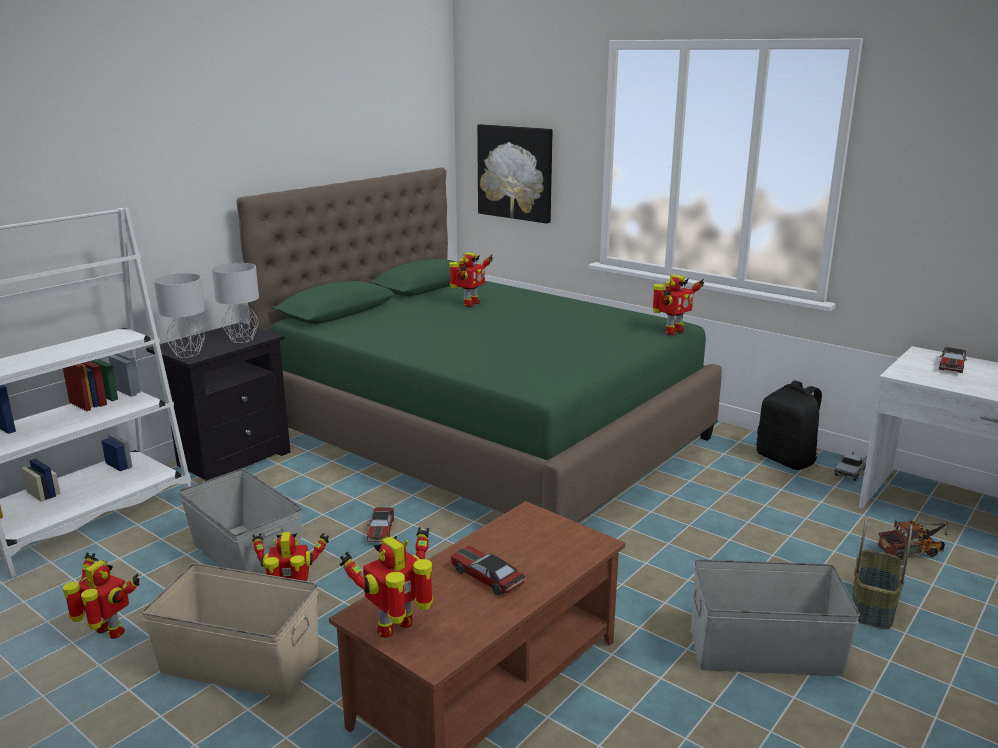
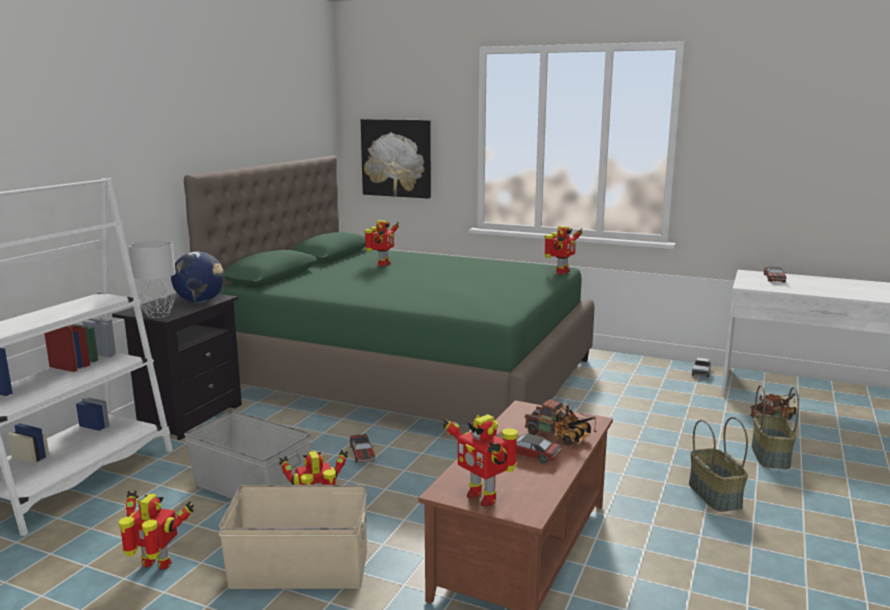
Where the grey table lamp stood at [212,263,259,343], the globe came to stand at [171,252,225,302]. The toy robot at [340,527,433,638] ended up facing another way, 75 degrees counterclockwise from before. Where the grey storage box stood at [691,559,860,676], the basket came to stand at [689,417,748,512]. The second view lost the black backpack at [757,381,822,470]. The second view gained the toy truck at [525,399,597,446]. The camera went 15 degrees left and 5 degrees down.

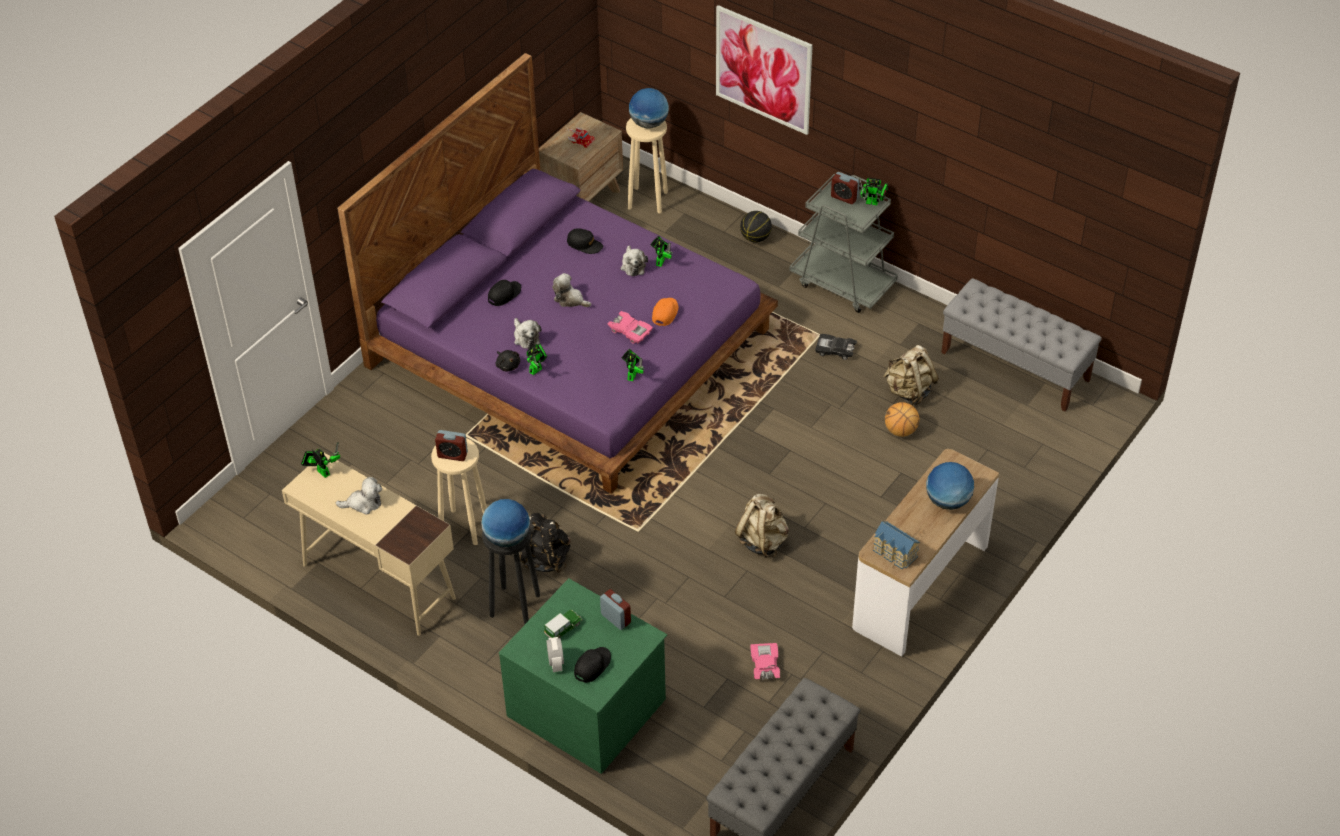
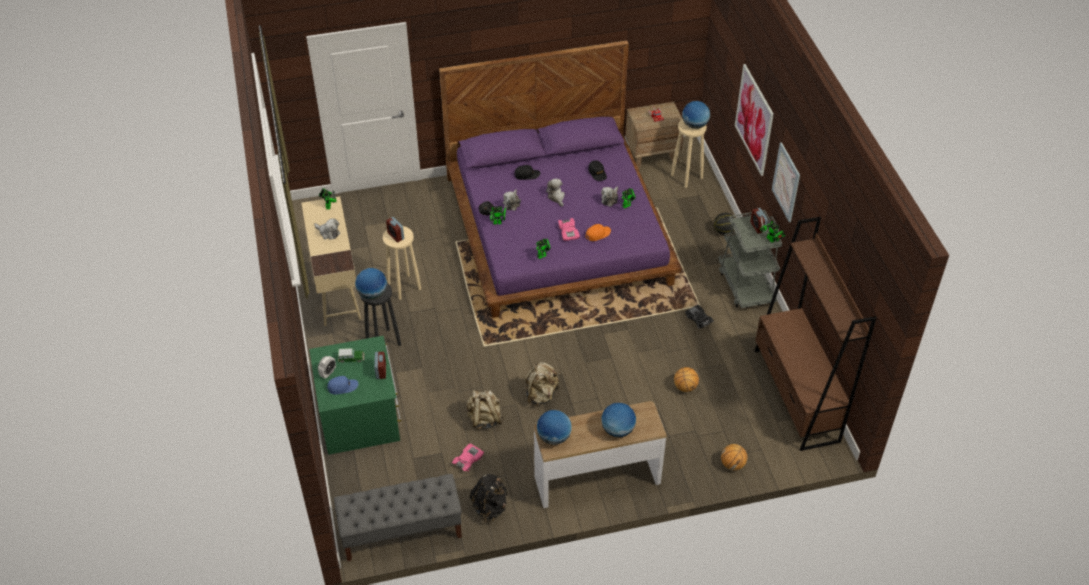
The black backpack ended up elsewhere, having gone from [520,513,571,573] to [469,474,507,522]. What was the black cap at [574,647,611,683] turned into the blue cap at [327,376,358,395]. Where the toy house stood at [873,521,920,569], the globe came to stand at [537,410,572,445]. The beige backpack ended up elsewhere, having gone from [883,345,939,406] to [466,390,504,430]. Where the grey bench stood at [941,278,1102,412], the brown bookcase came to stand at [755,217,876,451]. The second view gained the basketball at [721,444,747,470]. The second view gained the picture at [772,142,800,222]. The camera went 40 degrees right and 0 degrees up.

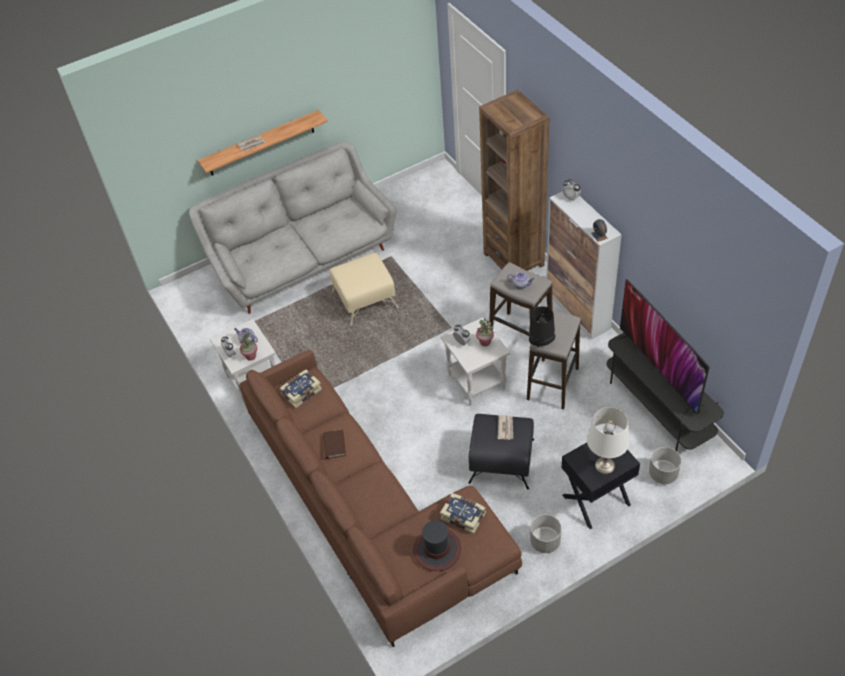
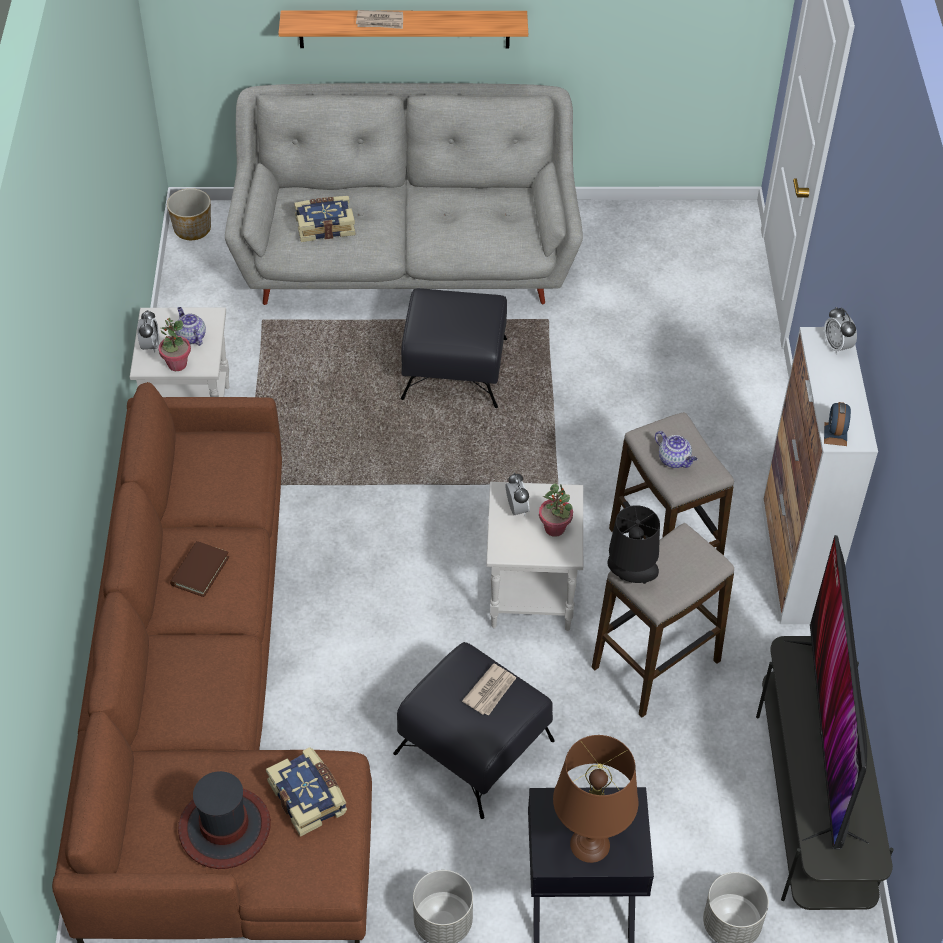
The book ended up elsewhere, having gone from [280,369,322,408] to [294,196,356,242]. What was the beige ottoman at [329,253,399,326] turned into the black ottoman at [401,288,507,408]. The second view lost the brown bookcase at [479,90,549,271]. What was the white table lamp at [587,407,630,474] turned into the brown table lamp at [553,735,638,863]. The second view gained the planter at [167,188,211,240]. The camera went 25 degrees right and 0 degrees up.

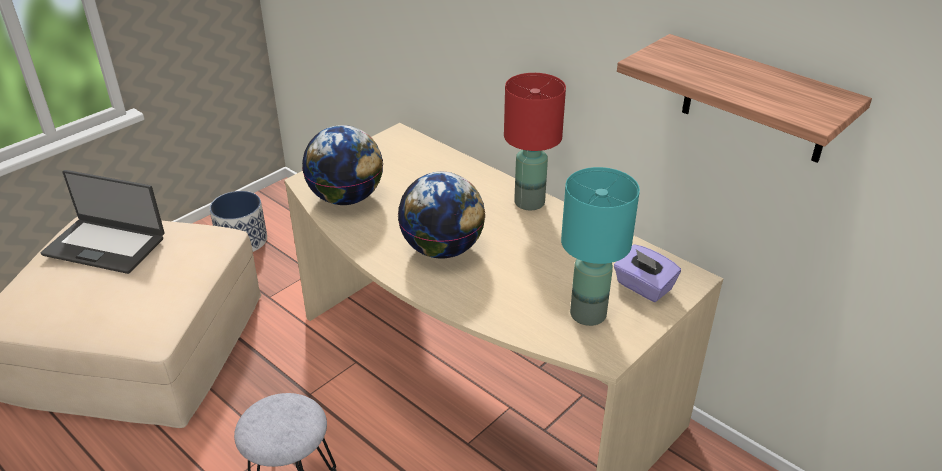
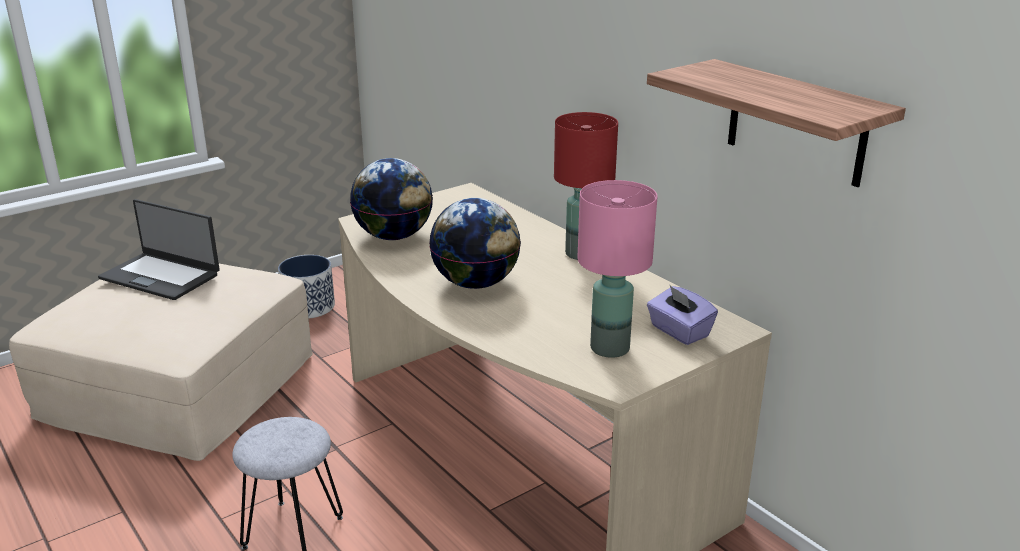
What was the turquoise table lamp at [561,167,640,326] turned into the pink table lamp at [577,180,657,358]. The camera went 10 degrees right and 10 degrees down.

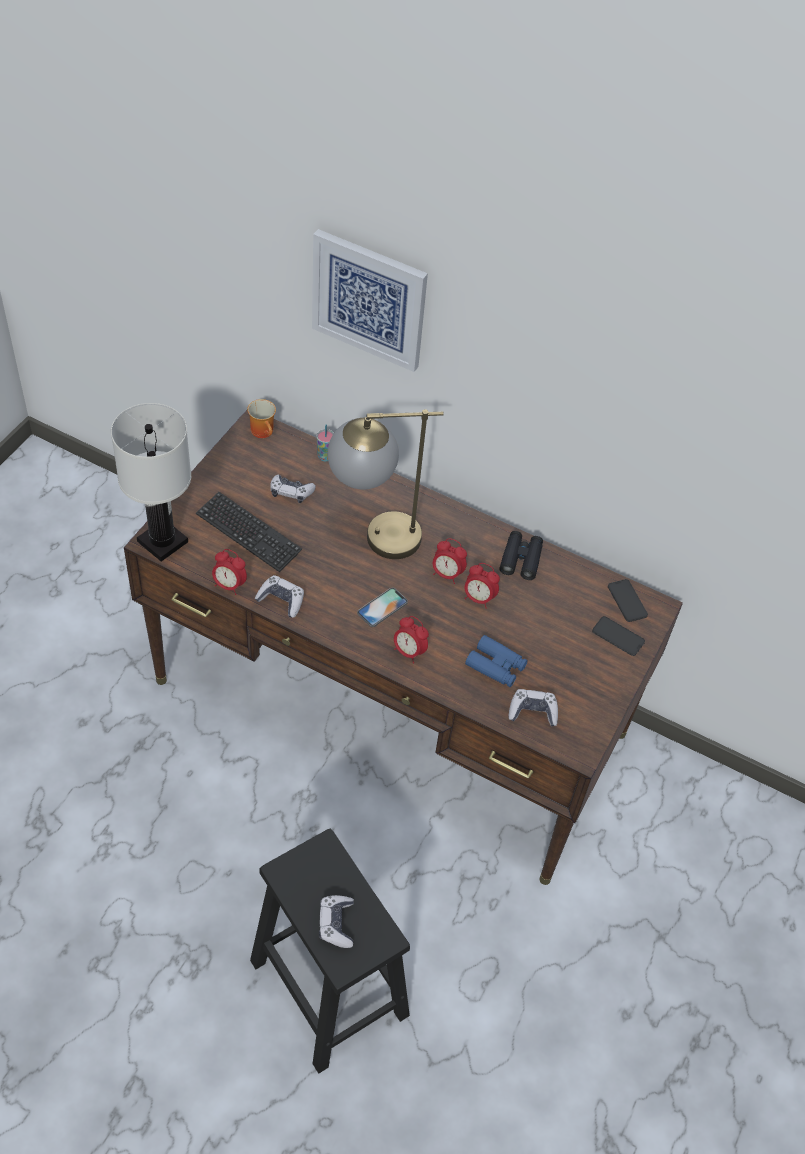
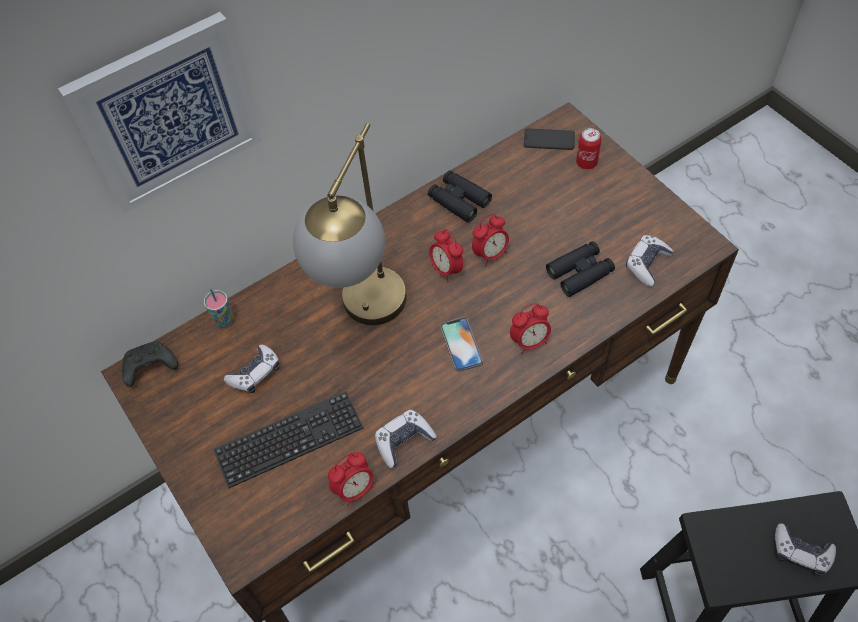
The second view lost the white table lamp at [111,403,191,562]. Where the mug stood at [247,399,276,438], the black game controller came to stand at [122,341,178,387]. The alarm clock at [433,538,467,584] ended up facing another way, 90 degrees clockwise from before. What was the blue binoculars at [465,635,528,687] turned into the black binoculars at [546,241,615,297]. Where the phone stood at [592,616,645,656], the can came to stand at [576,128,602,170]. The camera went 55 degrees left and 5 degrees up.

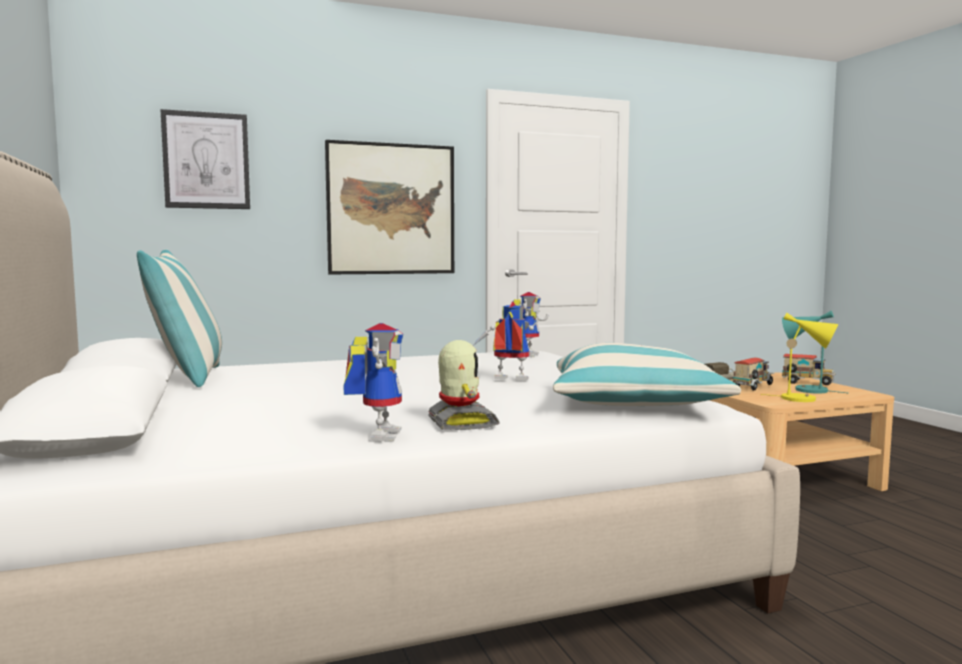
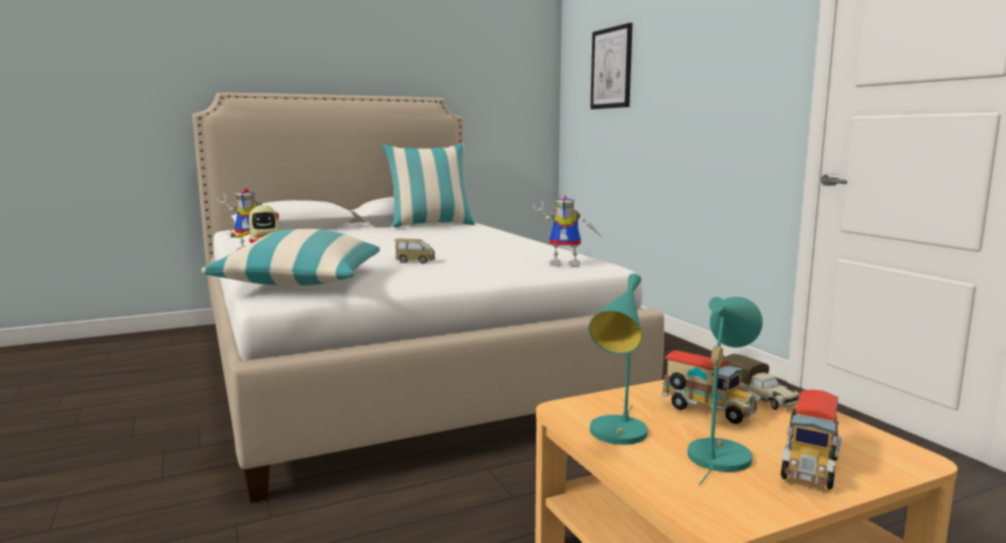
The second view lost the picture at [325,140,454,274]. Where the toy robot stood at [473,301,549,381], the toy car came to stand at [394,239,436,264]. What was the yellow table lamp at [761,313,838,402] turned into the turquoise table lamp at [589,273,648,445]. The camera went 85 degrees right and 5 degrees up.

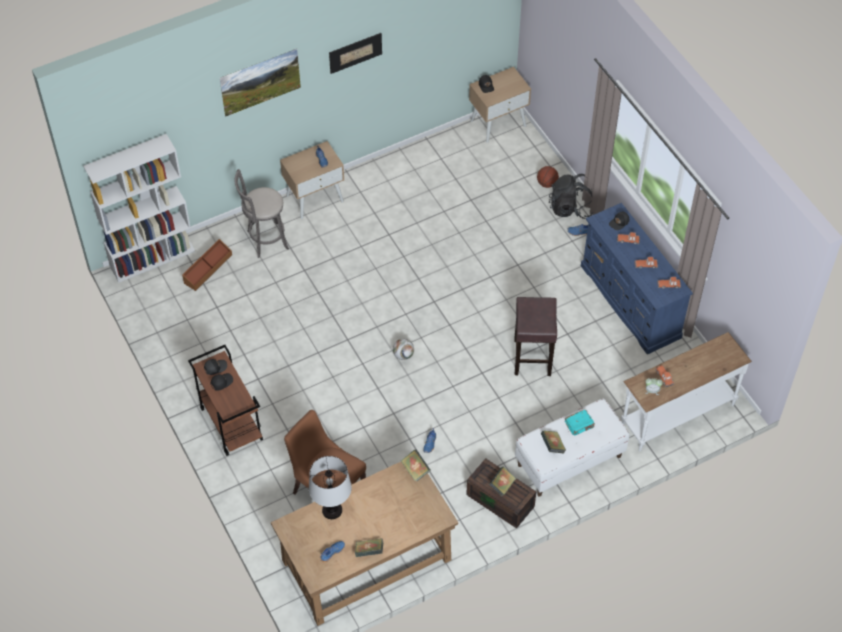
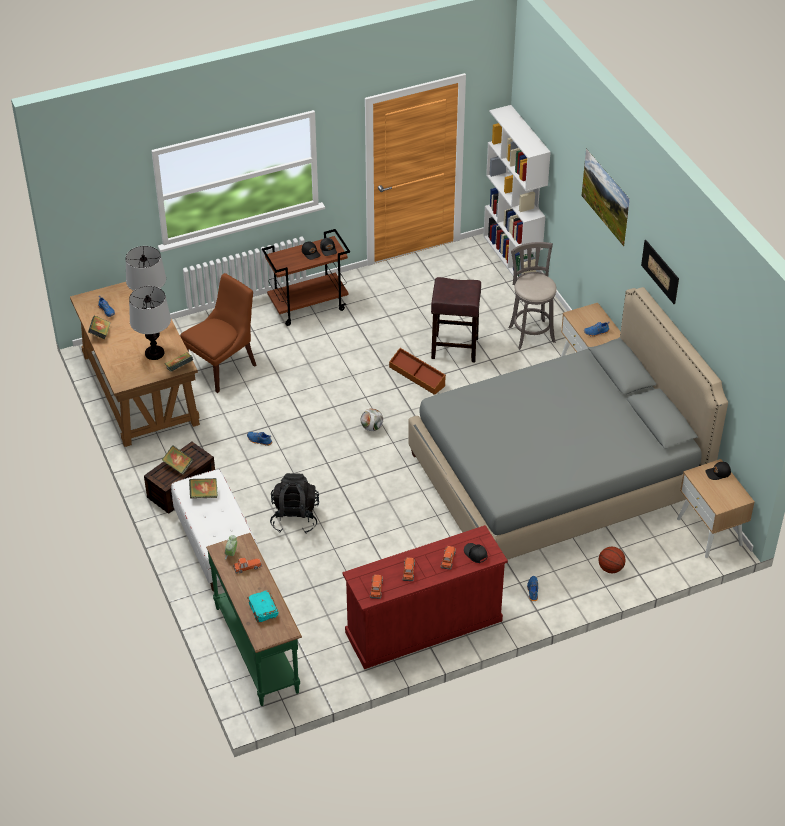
The brown storage box ended up elsewhere, having gone from [182,239,232,291] to [389,348,446,395]. The brown stool ended up elsewhere, having gone from [514,297,557,376] to [431,277,481,362]. The black backpack ended up elsewhere, having gone from [549,174,594,219] to [270,473,319,534]. The turquoise book ended up elsewhere, having gone from [565,410,595,436] to [247,590,279,623]. What was the blue dresser at [581,203,693,355] turned into the red dresser at [342,525,508,669]. What was the white console table at [621,332,752,451] turned into the green console table at [206,533,302,706]. The second view gained the table lamp at [129,286,171,360]. The second view gained the grey bed at [408,287,728,560]. The camera went 95 degrees right and 10 degrees down.

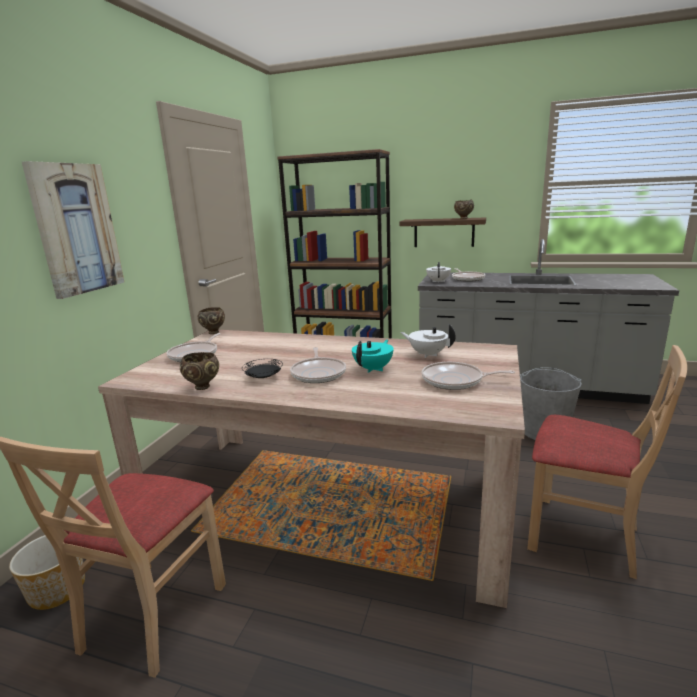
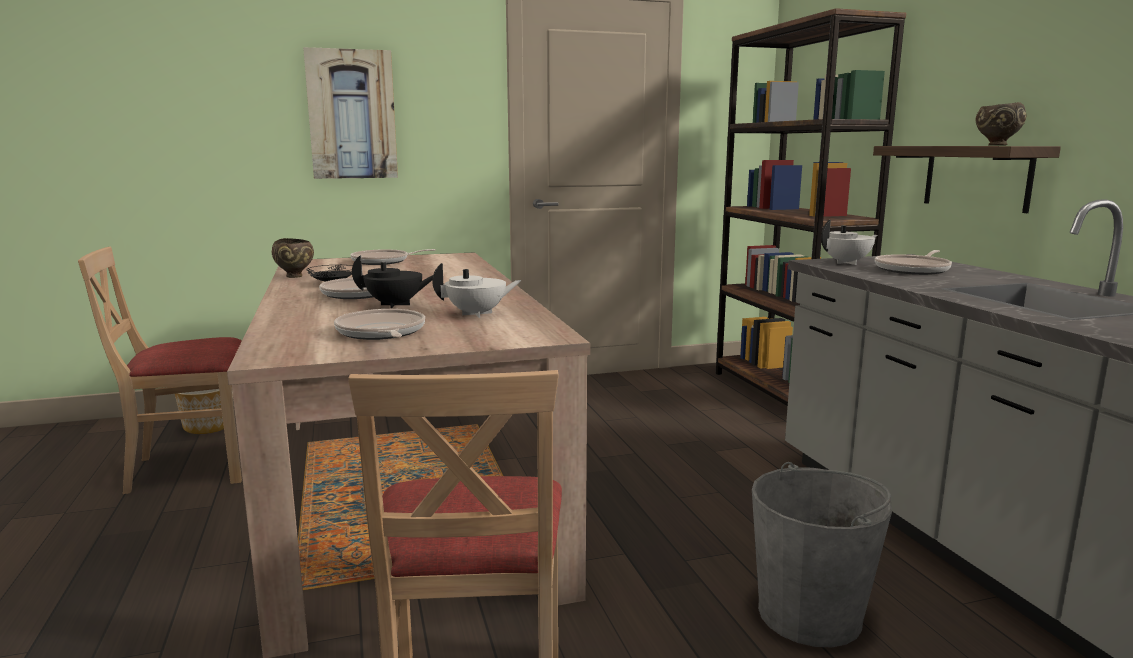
The second view lost the brown bowl at [198,307,225,334]. What was the turquoise teapot at [352,340,393,373] turned into the black teapot at [352,255,433,308]. The white teapot at [400,324,456,358] ended up facing another way, 75 degrees clockwise from before. The camera went 55 degrees right and 5 degrees down.

